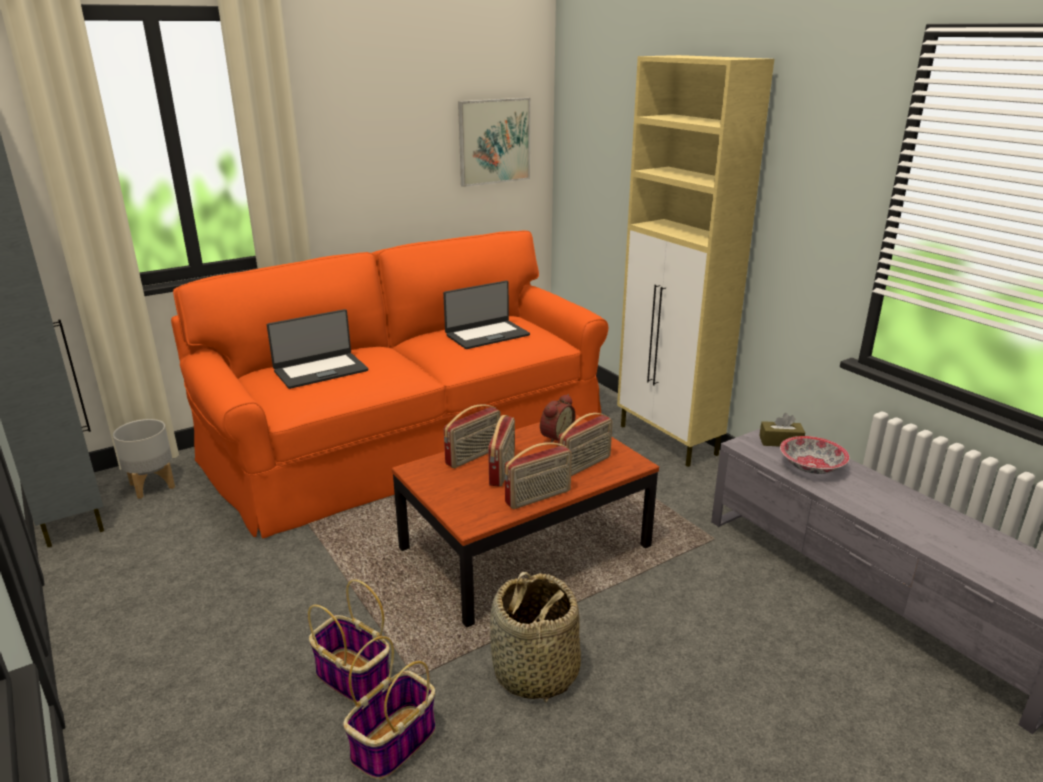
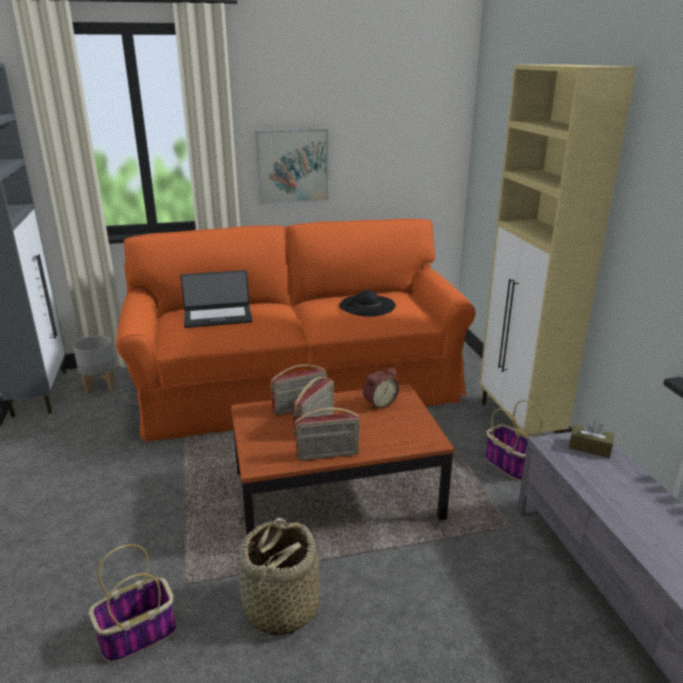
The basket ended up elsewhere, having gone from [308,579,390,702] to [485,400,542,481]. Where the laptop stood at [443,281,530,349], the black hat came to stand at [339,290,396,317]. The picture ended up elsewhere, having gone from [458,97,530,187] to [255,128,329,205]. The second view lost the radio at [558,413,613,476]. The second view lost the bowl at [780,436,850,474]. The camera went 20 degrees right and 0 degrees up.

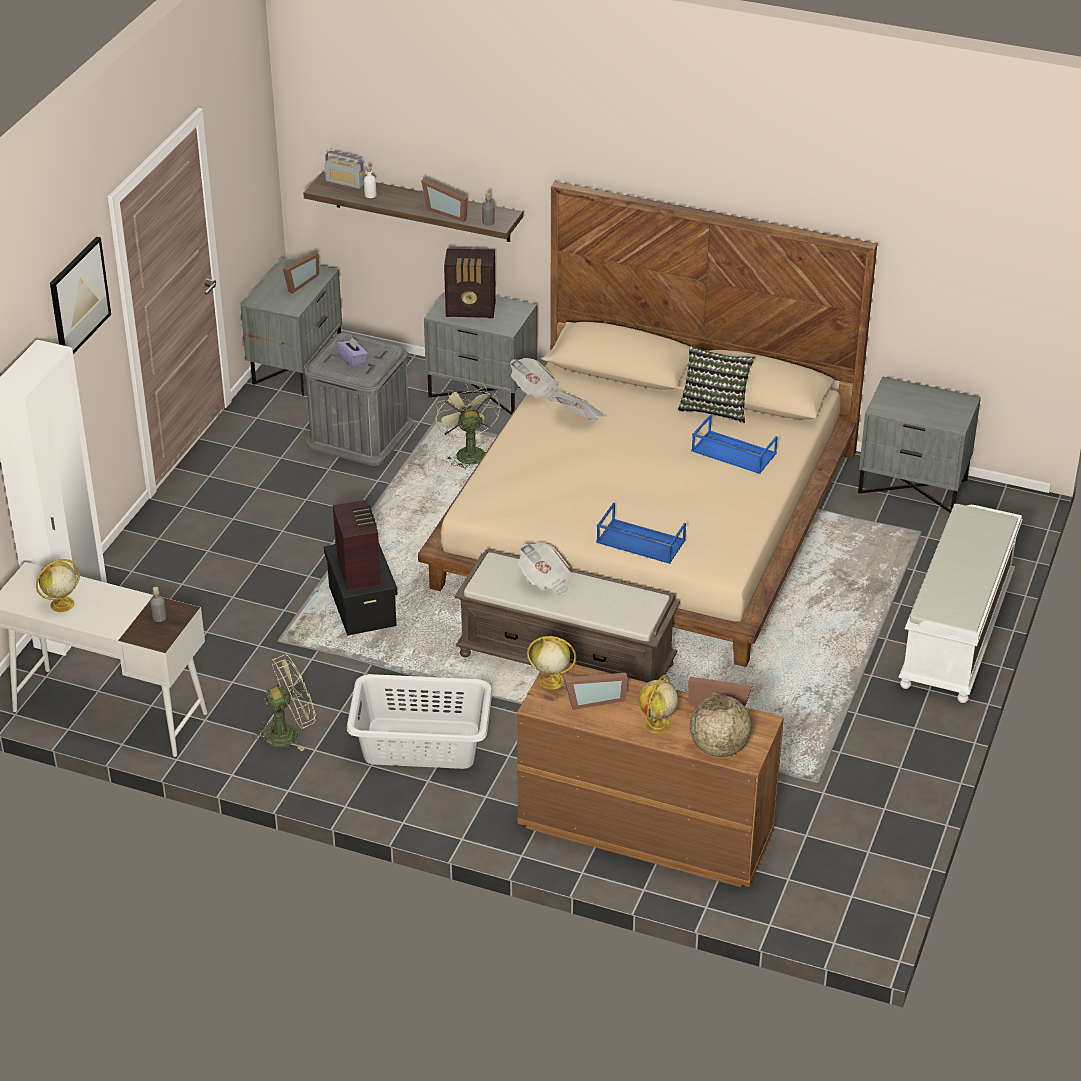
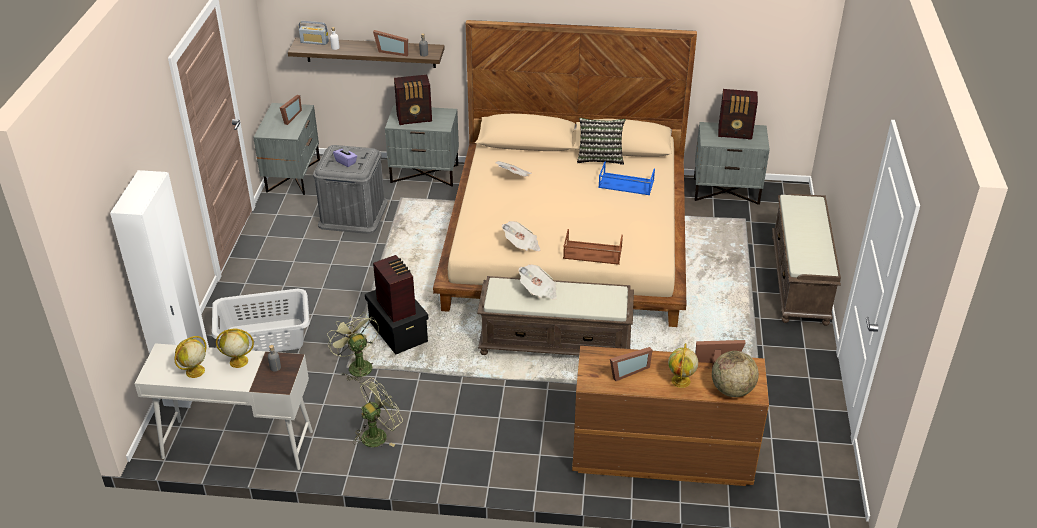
The second view lost the picture at [50,237,111,354]. The grey laundry basket ended up elsewhere, having gone from [347,674,492,769] to [212,289,310,352]. The green fan ended up elsewhere, having gone from [435,383,500,471] to [327,312,379,383]. The newspaper ended up elsewhere, having gone from [510,358,559,402] to [502,221,541,251]. The globe ended up elsewhere, having gone from [527,636,576,690] to [216,329,254,368]. What was the blue tray at [596,503,686,564] turned into the brown tray at [563,229,623,265]. What was the white bench at [899,504,1023,703] turned into the brown bench at [772,194,841,326]. The second view gained the radio at [718,89,758,140]. The camera went 15 degrees left and 0 degrees up.

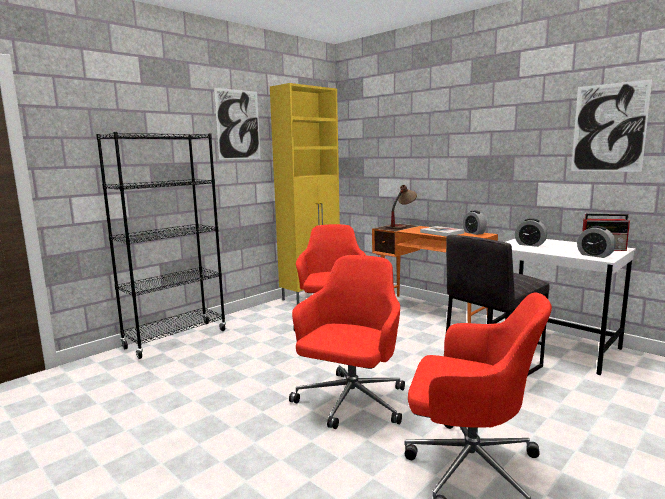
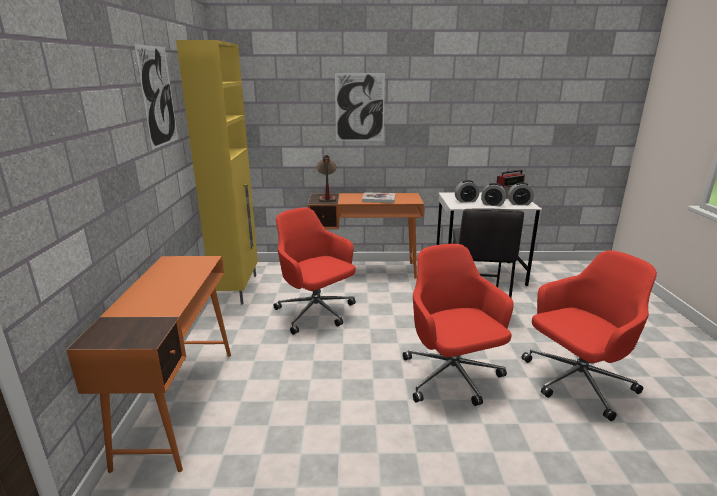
Where the black bookcase stood at [96,132,226,359], the orange desk came to stand at [66,256,231,473]. The alarm clock ended up elsewhere, having gone from [463,210,487,235] to [481,183,506,206]. The picture ended up elsewhere, having gone from [571,79,652,172] to [335,73,385,141]. The camera went 45 degrees left and 10 degrees up.

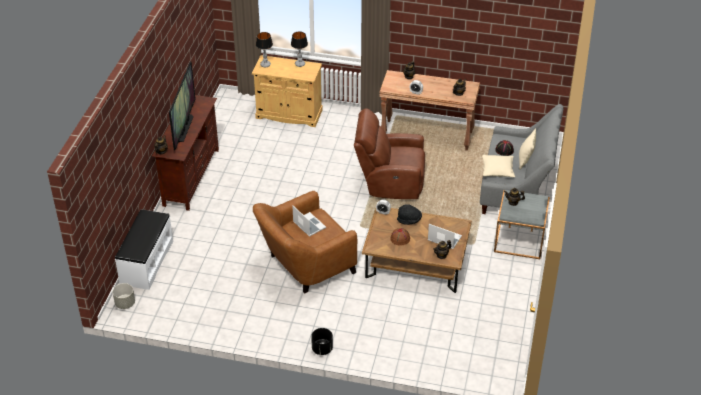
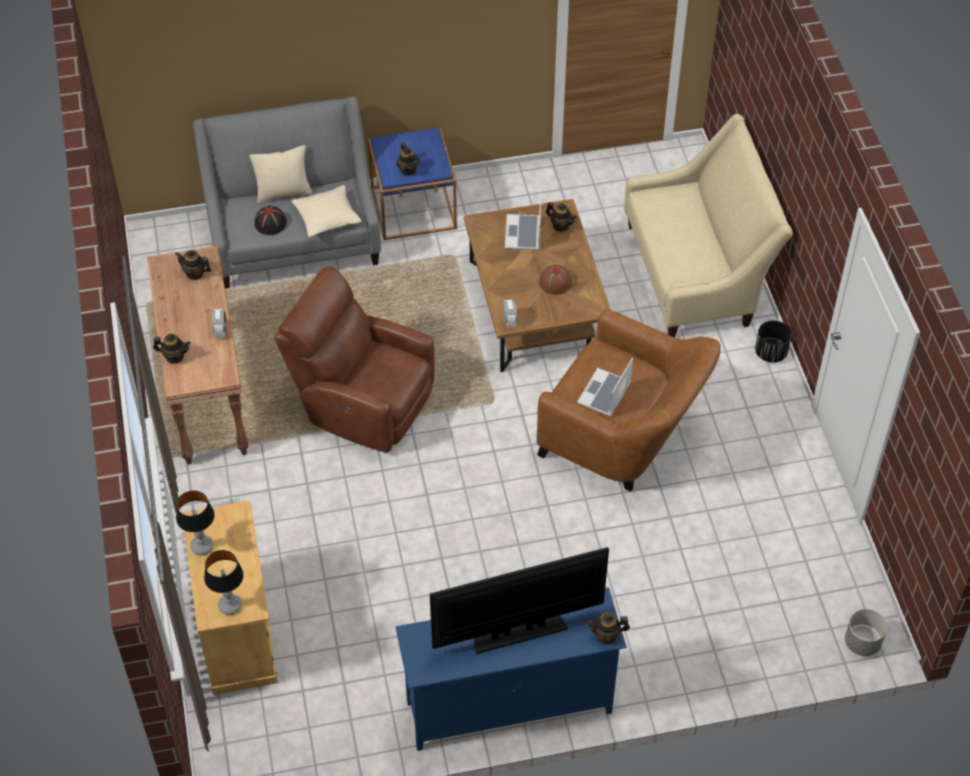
The second view lost the white bench at [115,209,173,290]. What was the brown tv stand at [152,95,219,211] turned into the blue tv stand at [396,587,627,751]. The brown armchair at [354,108,425,199] ended up facing another way, 135 degrees clockwise from before. The second view lost the black hat at [397,204,422,225]. What was the grey side table at [494,190,550,259] turned into the blue side table at [368,128,457,240]. The second view gained the beige sofa at [624,114,793,338]. The camera went 115 degrees left and 10 degrees up.

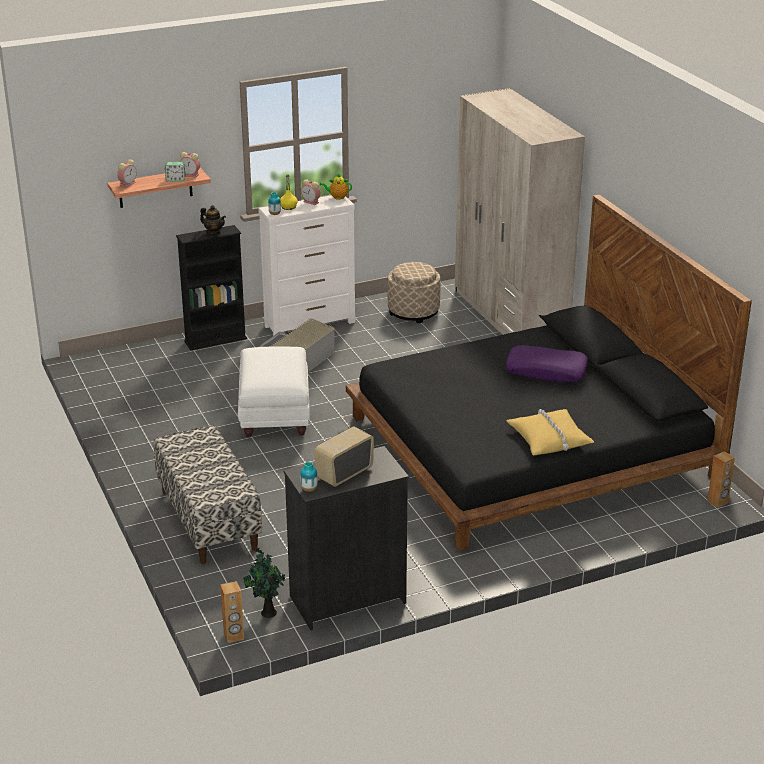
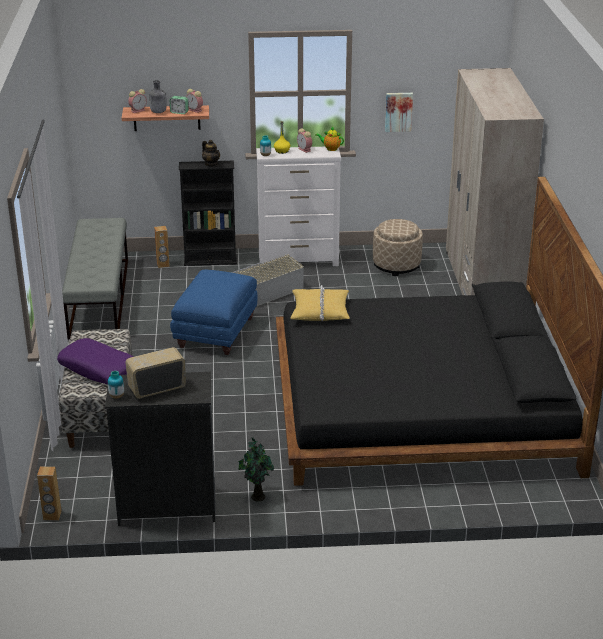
What was the white ottoman at [238,347,310,437] turned into the blue ottoman at [170,270,258,355]. The potted plant ended up elsewhere, having gone from [244,548,285,618] to [238,437,274,502]. The purple pillow ended up elsewhere, having gone from [506,345,588,382] to [57,338,134,384]. The yellow pillow ended up elsewhere, having gone from [506,409,594,456] to [290,285,350,321]. The brown speaker ended up elsewhere, having gone from [708,451,735,508] to [154,226,170,268]. The second view gained the grey bench at [62,218,128,340]. The second view gained the grey bottle at [149,80,167,113]. The second view gained the picture at [385,93,413,132]. The camera went 20 degrees right and 0 degrees up.

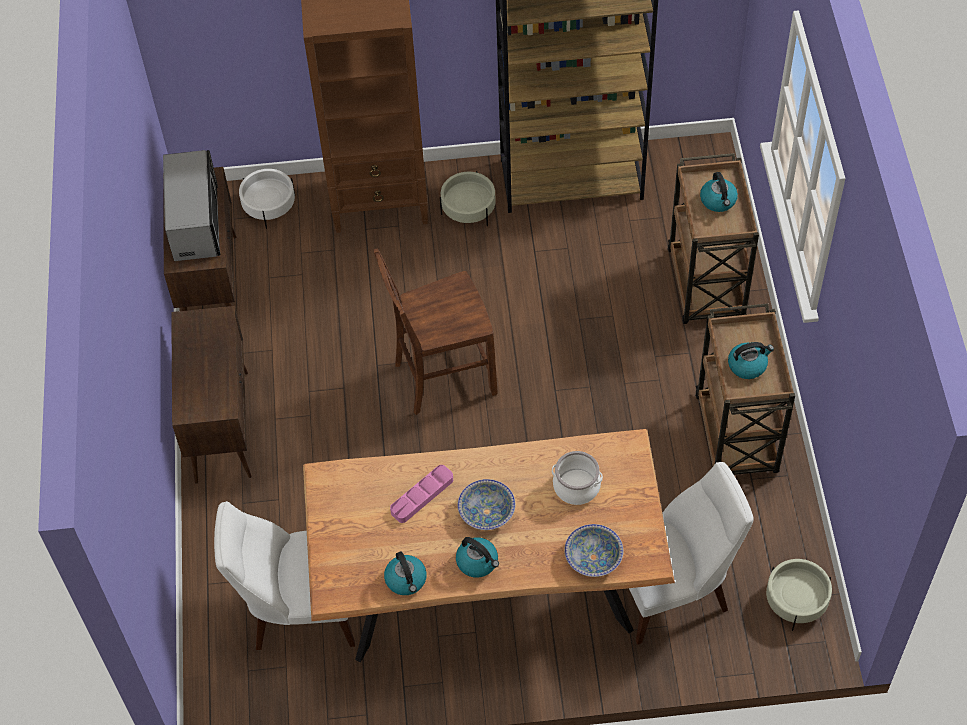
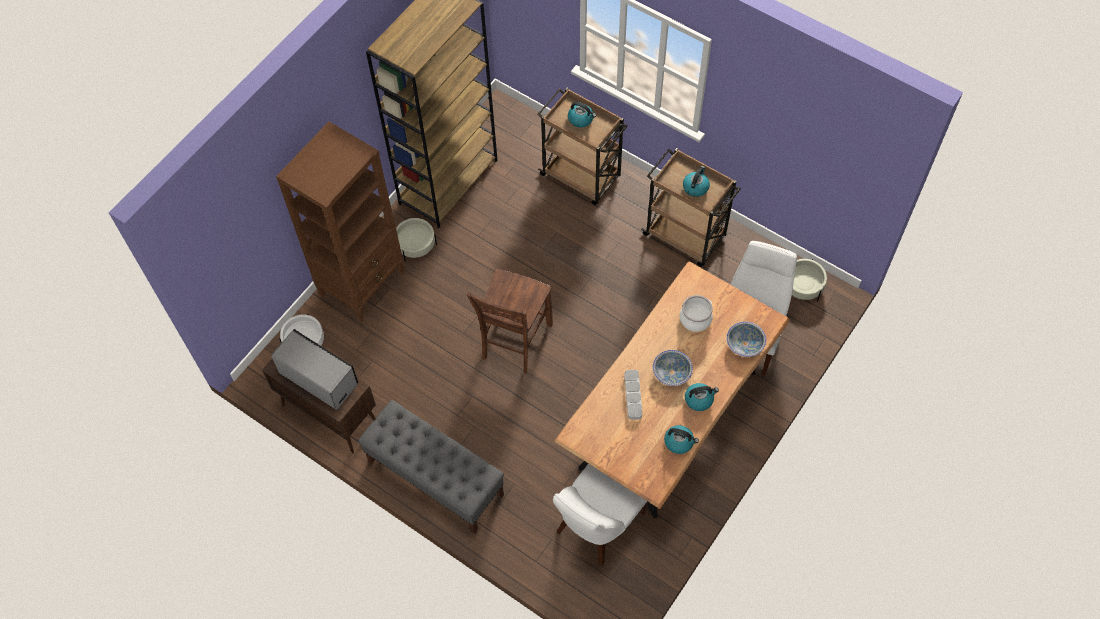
Where the brown cabinet stood at [171,306,252,484], the grey bench came to stand at [358,400,504,534]. What was the pink tray at [390,465,453,523] turned into the grey tray at [624,370,642,420]. The camera went 50 degrees left and 5 degrees up.

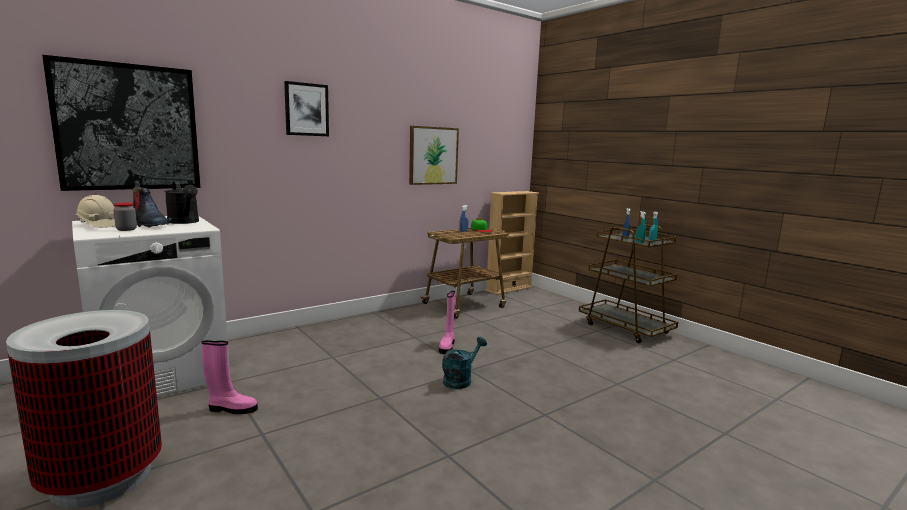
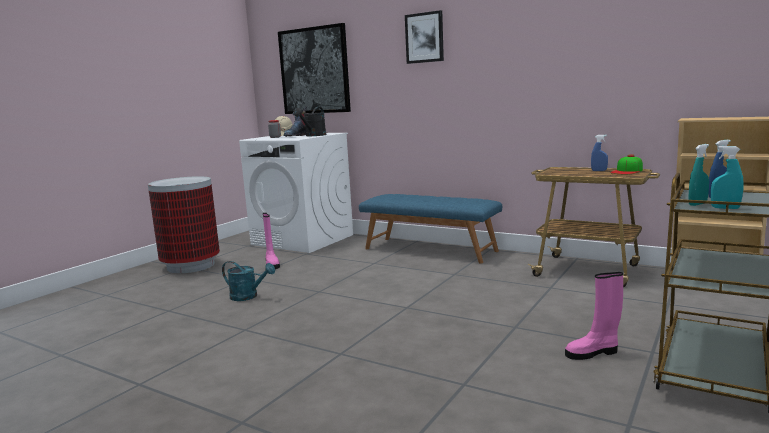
The second view lost the picture at [409,126,459,185]. The pink boot ended up elsewhere, having gone from [439,291,455,354] to [565,272,623,360]. The turquoise watering can ended up elsewhere, having gone from [442,337,487,389] to [222,261,275,301]. The second view gained the blue bench at [359,194,502,263]. The camera went 70 degrees right and 0 degrees up.

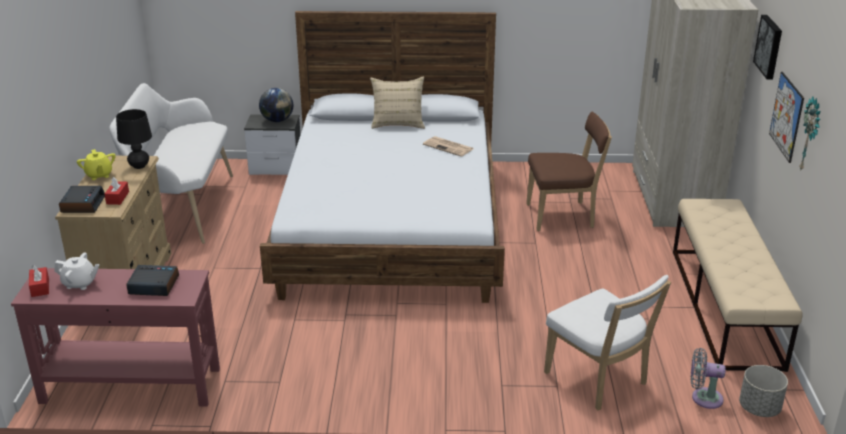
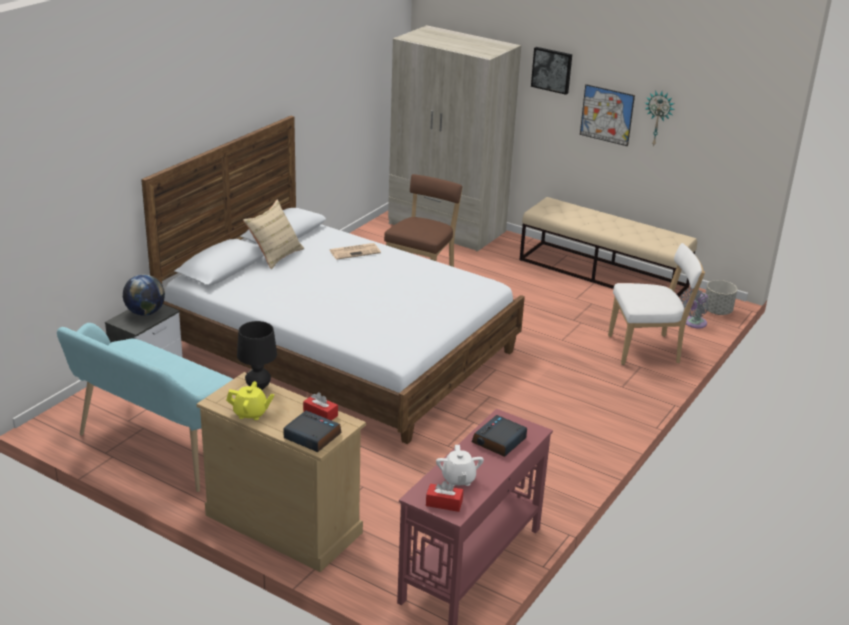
The white teapot at [54,252,100,290] ended up facing another way, 135 degrees clockwise from before. What was the white bench at [109,83,233,244] turned into the turquoise bench at [57,323,233,492]. The camera went 60 degrees left and 0 degrees up.

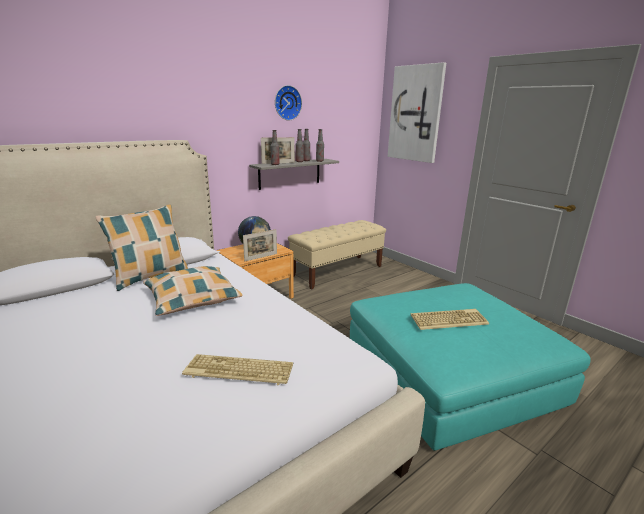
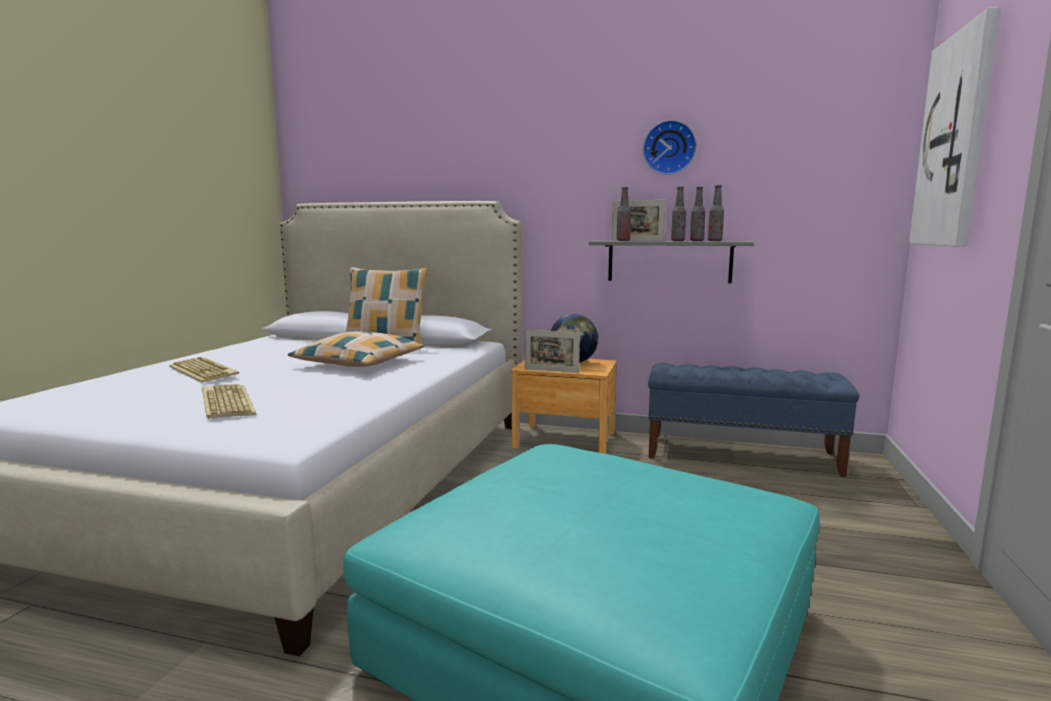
What was the beige bench at [288,220,386,289] turned into the blue bench at [648,363,860,477]. The keyboard ended up elsewhere, having gone from [410,309,489,330] to [169,357,239,383]. The camera went 55 degrees right and 10 degrees down.

